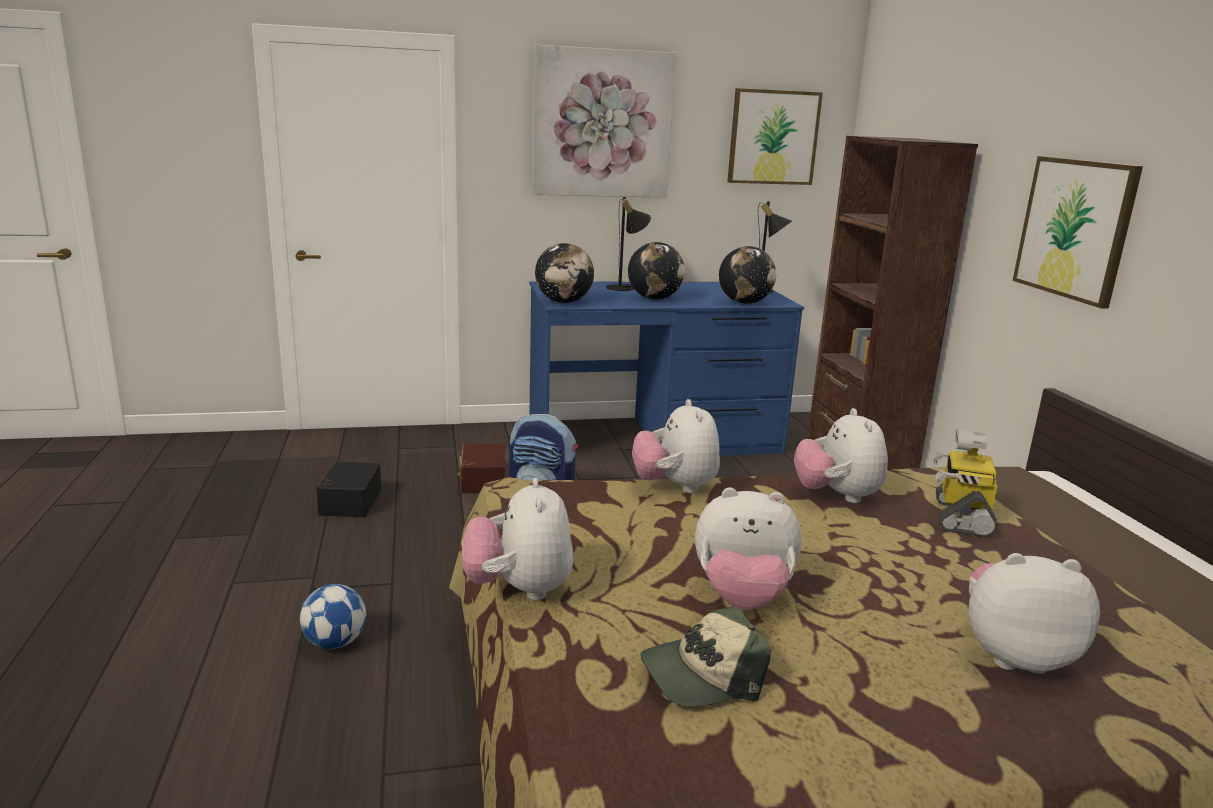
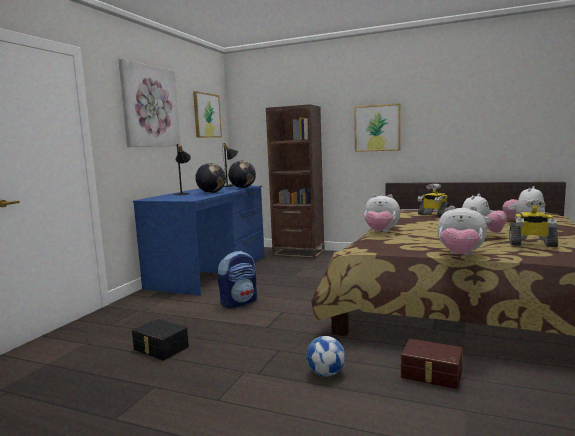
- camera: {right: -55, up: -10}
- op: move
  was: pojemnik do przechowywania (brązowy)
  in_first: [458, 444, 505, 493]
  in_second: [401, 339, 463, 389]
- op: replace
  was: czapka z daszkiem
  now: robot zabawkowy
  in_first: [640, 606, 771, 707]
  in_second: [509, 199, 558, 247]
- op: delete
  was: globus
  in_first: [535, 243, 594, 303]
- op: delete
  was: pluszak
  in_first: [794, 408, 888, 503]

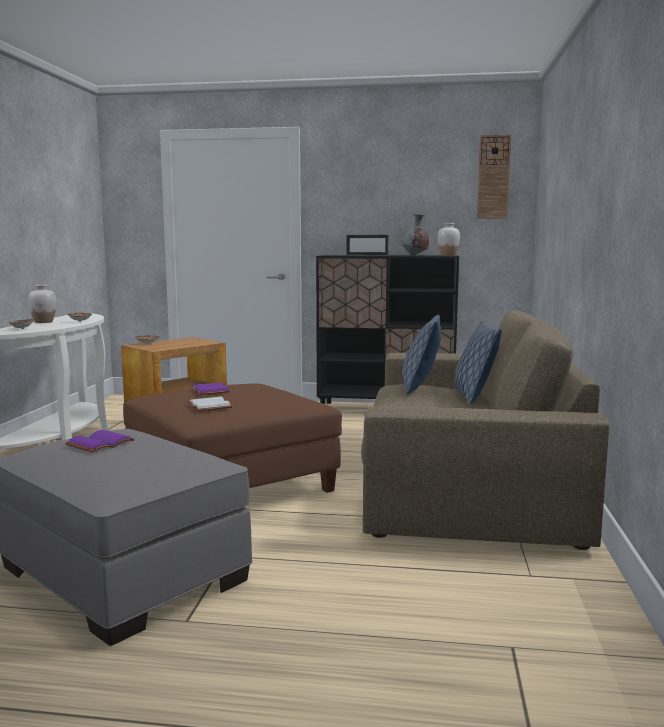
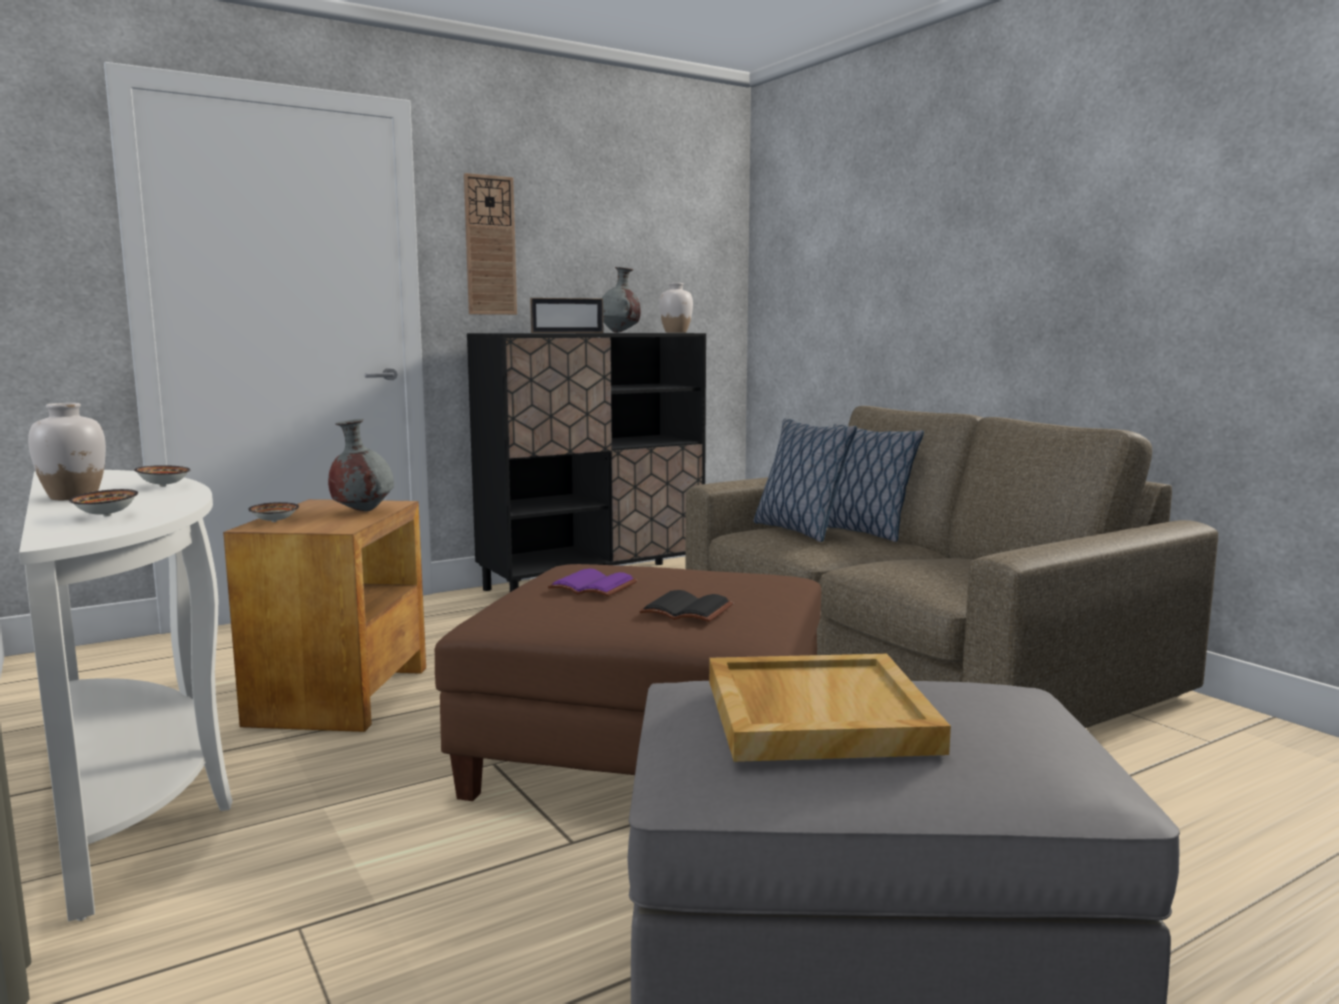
- camera: {right: -40, up: 0}
- op: insert
  now: wazon (szary)
  in_second: [328, 419, 394, 511]
- op: move
  was: zegar ścienny
  in_first: [477, 134, 512, 219]
  in_second: [464, 173, 517, 315]
- op: recolor
  was: książka (biały)
  now: książka (czarny)
  in_first: [188, 397, 232, 411]
  in_second: [639, 590, 733, 622]
- op: replace
  was: książka (fioletowy)
  now: taca (beżowy)
  in_first: [65, 430, 134, 452]
  in_second: [709, 654, 951, 762]

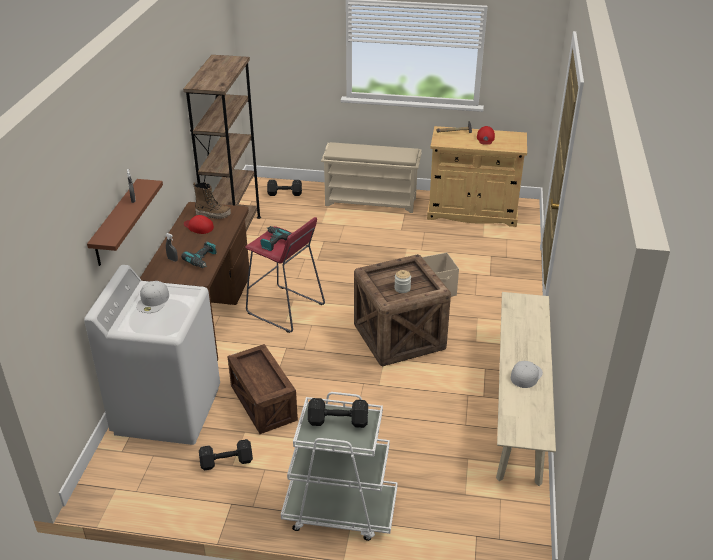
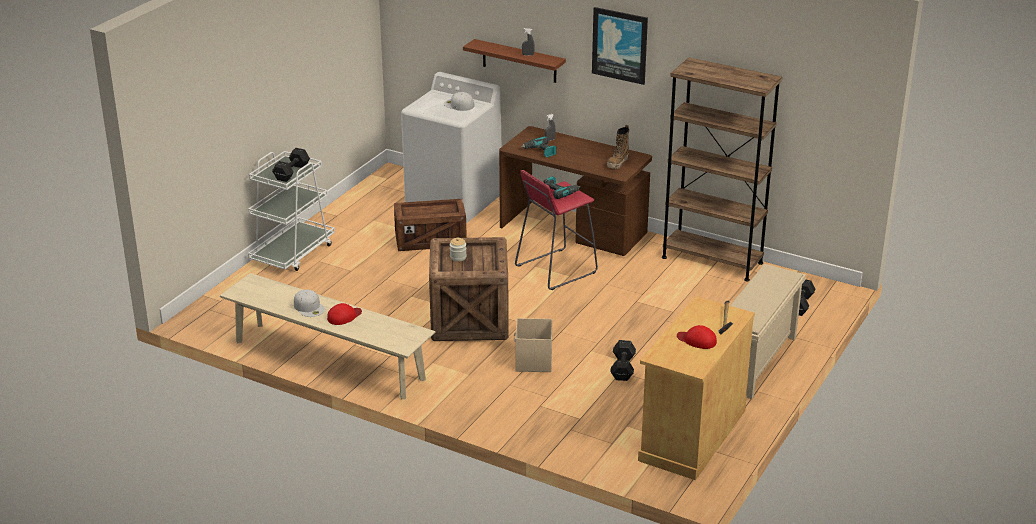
- camera: {right: 110, up: -5}
- op: move
  was: czapka z daszkiem (czerwony)
  in_first: [184, 215, 214, 234]
  in_second: [327, 303, 362, 325]
- op: insert
  now: obraz
  in_second: [592, 7, 648, 85]
- op: move
  was: hantel (czarny)
  in_first: [199, 439, 253, 471]
  in_second: [610, 340, 636, 381]

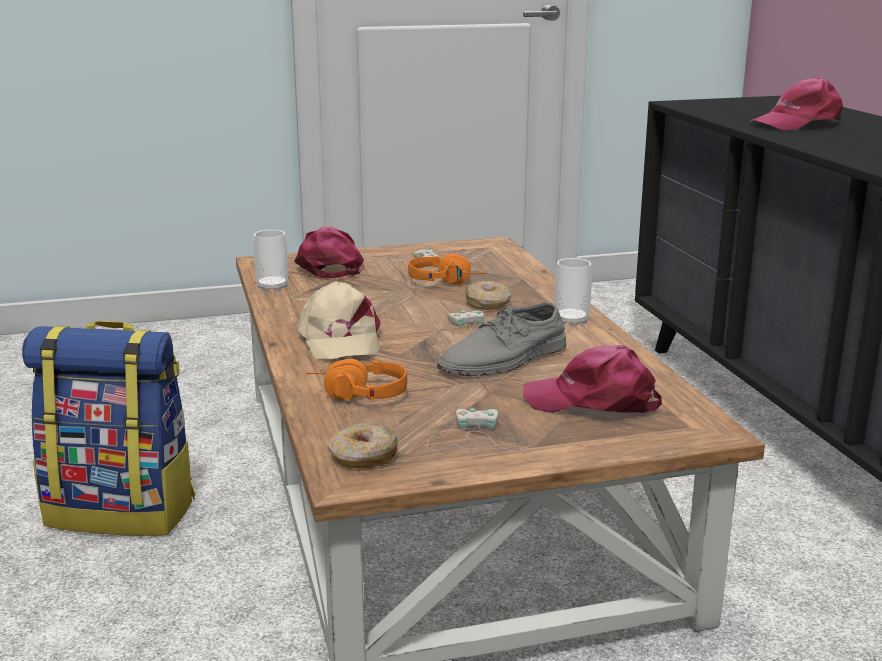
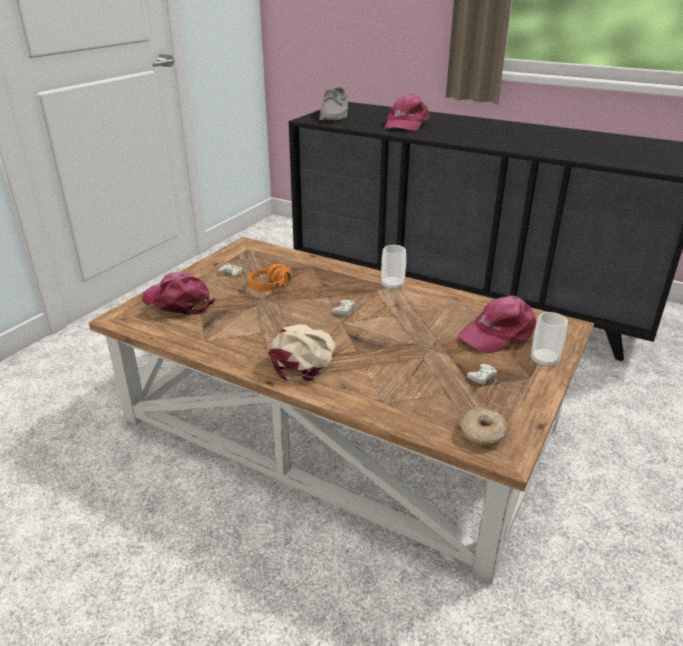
- camera: {right: -45, up: 10}
- op: rotate
  was: czapka z daszkiem (beżowy)
  in_first: [297, 282, 380, 360]
  in_second: [269, 324, 335, 382]
  clockwise: -105
- op: move
  was: but (szary)
  in_first: [437, 302, 566, 376]
  in_second: [319, 87, 348, 121]
- op: move
  was: filiżanka
  in_first: [253, 230, 288, 292]
  in_second: [531, 312, 568, 368]
- op: delete
  was: plecak
  in_first: [22, 321, 195, 536]
- op: delete
  was: słuchawki (pomarańczowy)
  in_first: [306, 359, 407, 400]
- op: delete
  was: donut
  in_first: [465, 281, 511, 310]

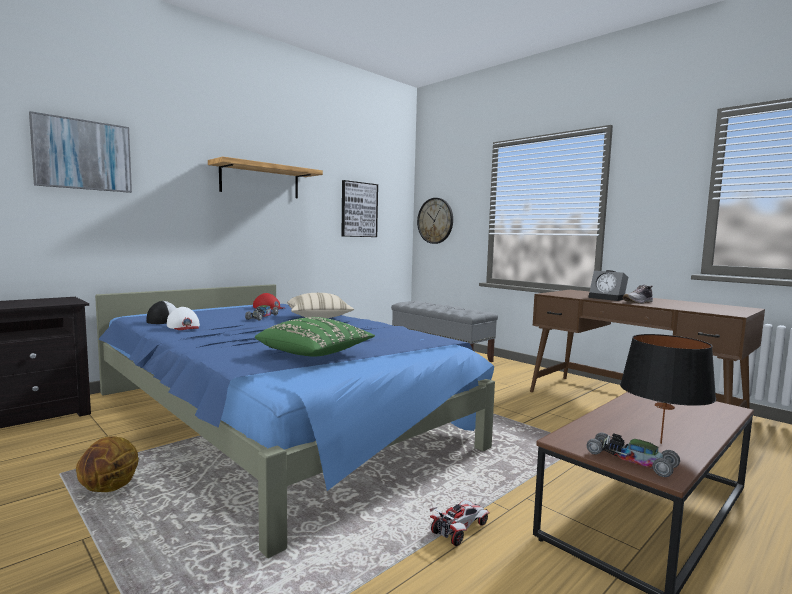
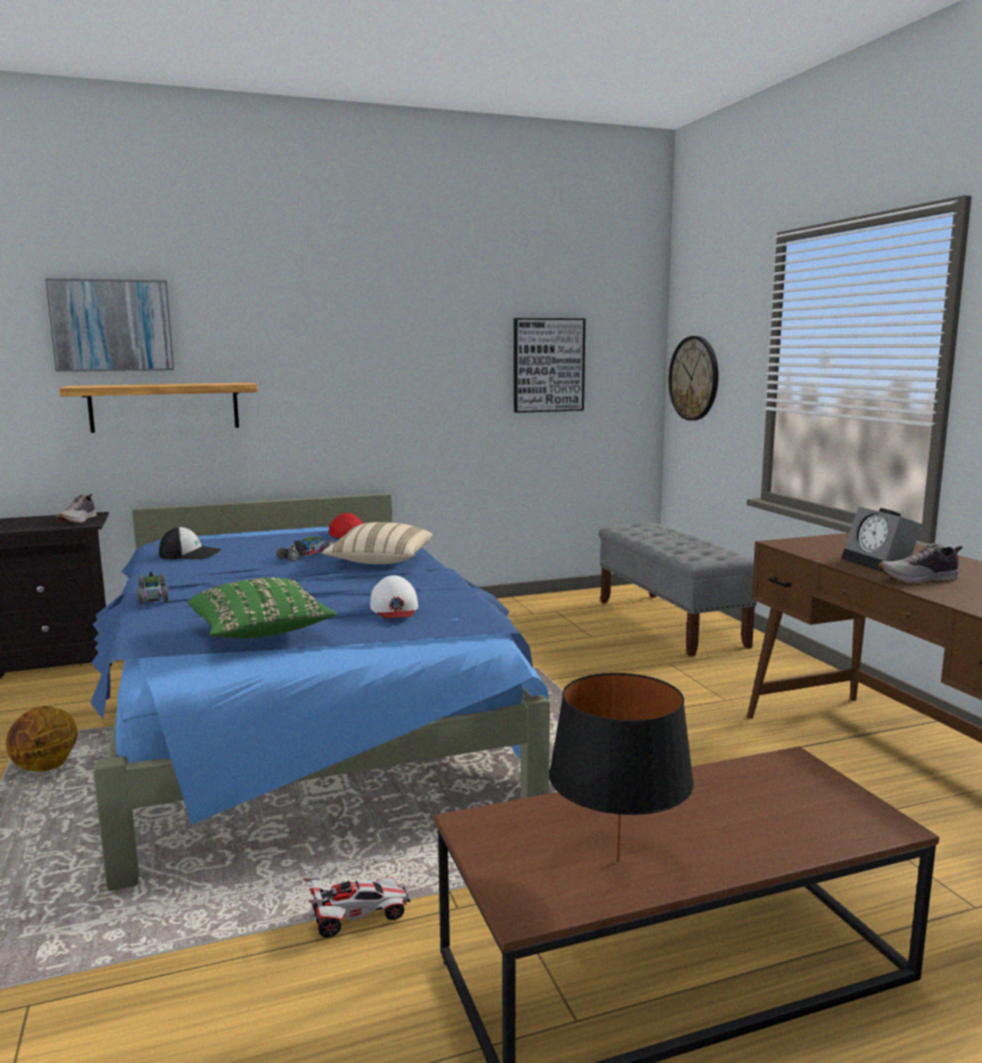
- camera: {right: 25, up: 5}
- op: insert
  now: but
  in_second: [56, 494, 97, 523]
- op: move
  was: półka
  in_first: [208, 157, 323, 198]
  in_second: [59, 382, 258, 433]
- op: move
  was: samochodzik
  in_first: [587, 432, 680, 477]
  in_second: [137, 572, 169, 604]
- op: move
  was: czapka z daszkiem (biały)
  in_first: [167, 307, 200, 330]
  in_second: [370, 575, 418, 618]

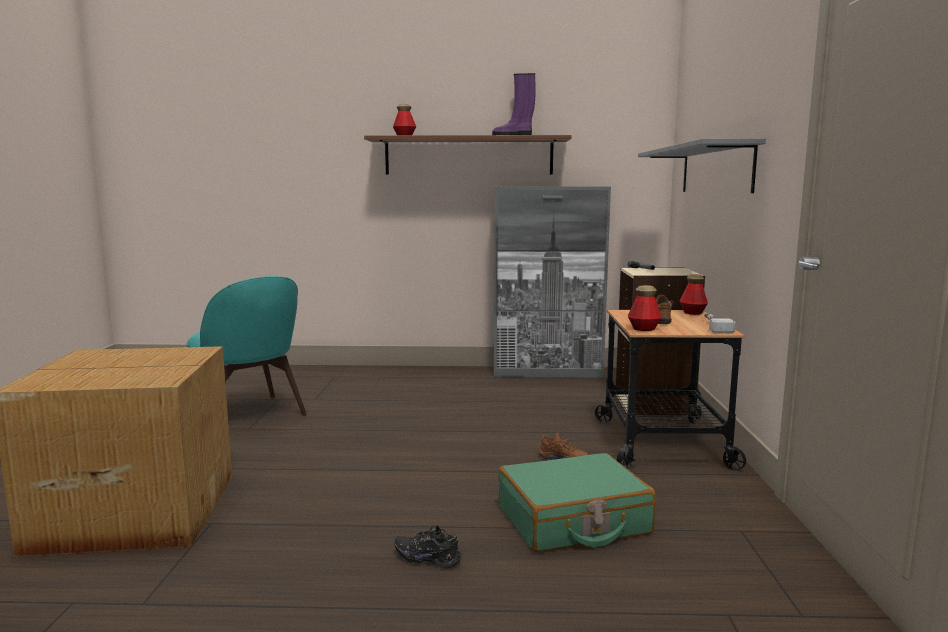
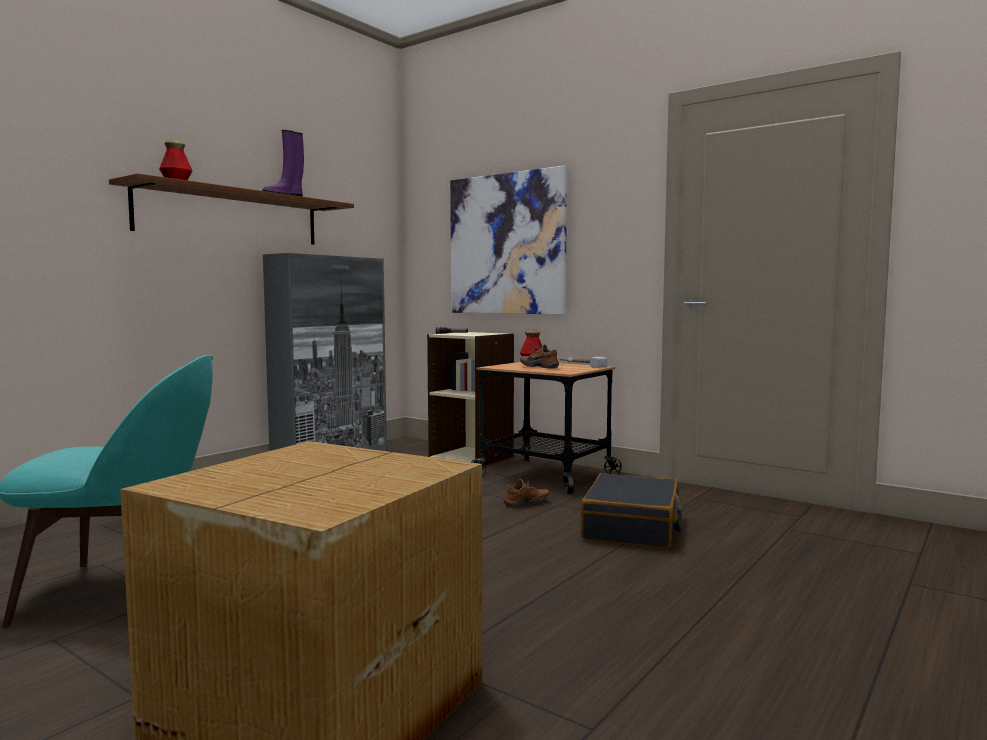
- camera: {right: -55, up: -5}
- op: replace
  was: półka (szary)
  now: obraz
  in_first: [638, 138, 766, 193]
  in_second: [450, 166, 567, 315]
- op: recolor
  was: walizka (zielony)
  now: walizka (czarny)
  in_first: [498, 453, 656, 552]
  in_second: [580, 473, 683, 549]
- op: delete
  was: but (czarny)
  in_first: [395, 525, 462, 568]
- op: delete
  was: butelka
  in_first: [628, 285, 662, 331]

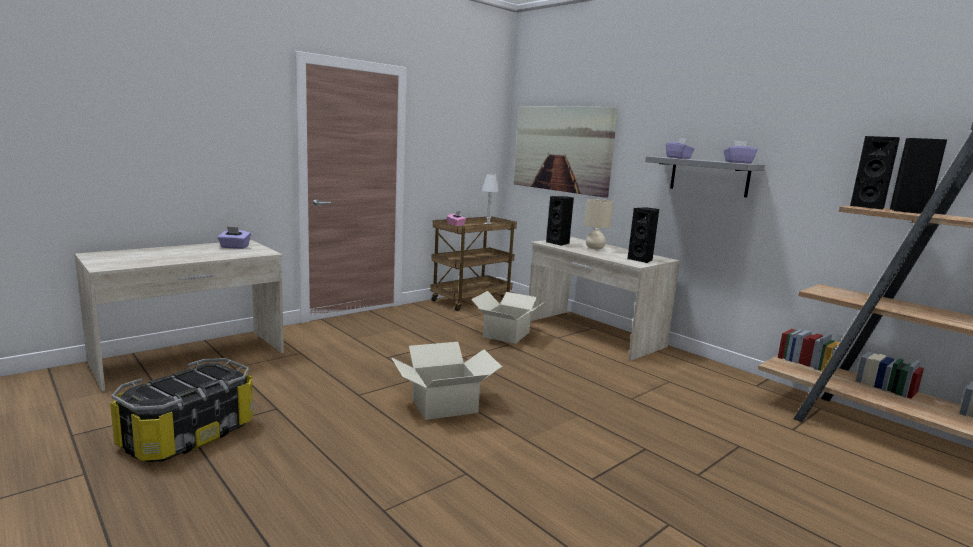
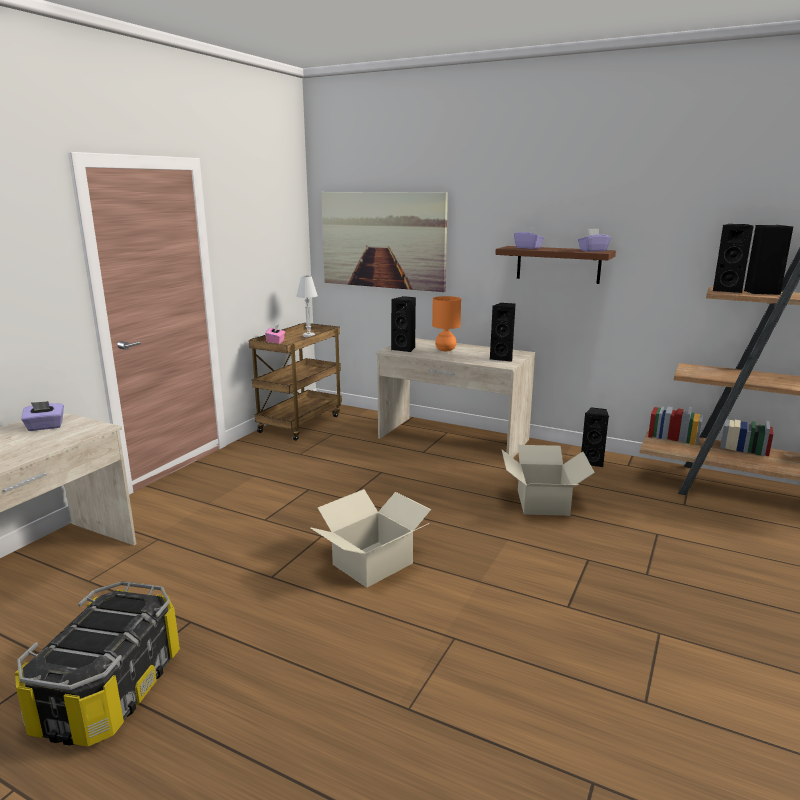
- camera: {right: -20, up: 5}
- op: recolor
  was: lampa stołowa (beżowy)
  now: lampa stołowa (pomarańczowy)
  in_first: [584, 199, 613, 249]
  in_second: [432, 296, 461, 351]
- op: recolor
  was: półka (szary)
  now: półka (brązowy)
  in_first: [645, 156, 765, 198]
  in_second: [495, 246, 616, 284]
- op: move
  was: karton
  in_first: [472, 291, 546, 344]
  in_second: [502, 445, 595, 516]
- op: insert
  now: głośnik (czarny)
  in_second: [581, 407, 609, 467]

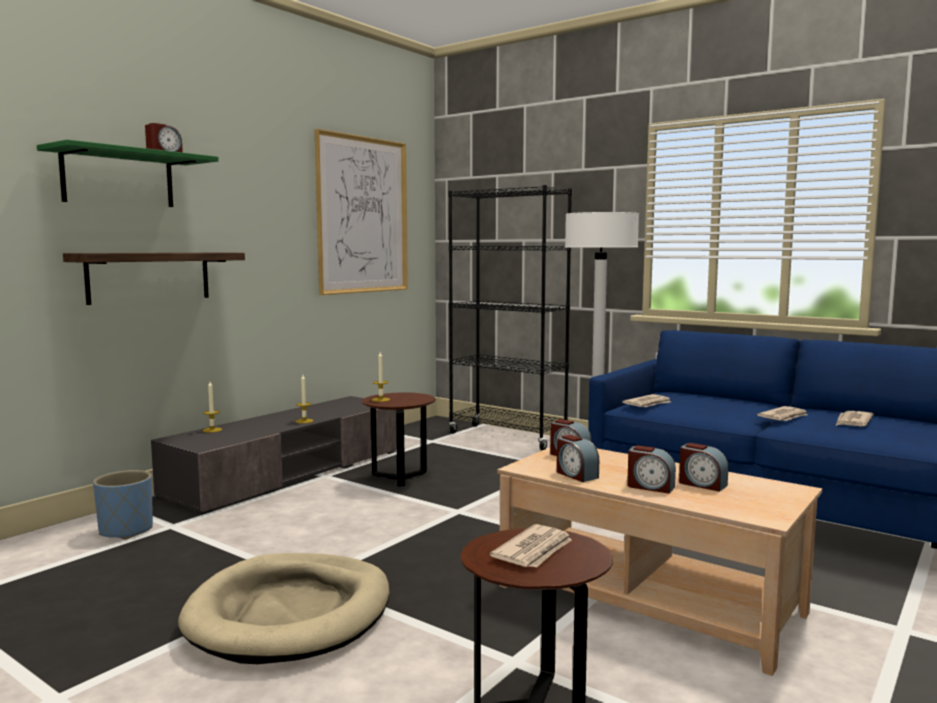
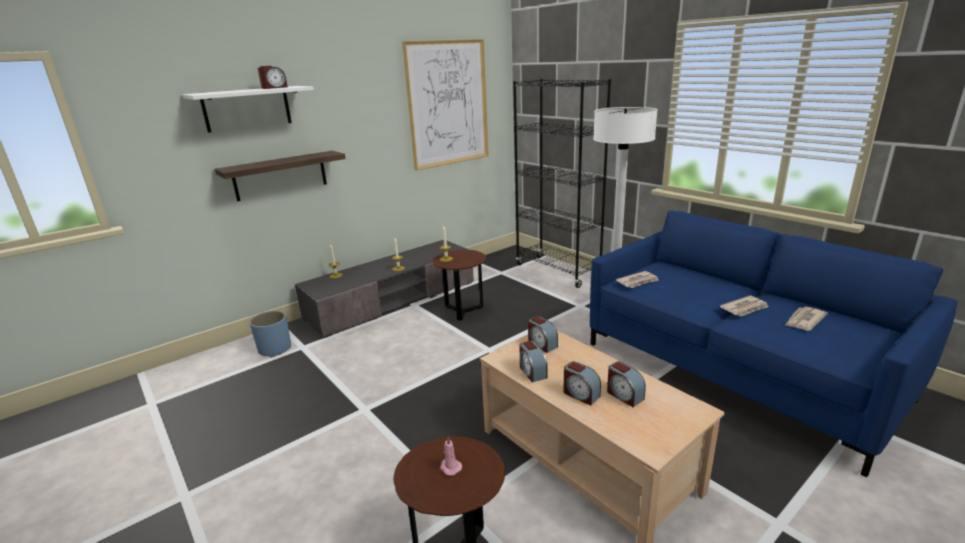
- camera: {right: 15, up: 15}
- op: recolor
  was: półka (zielony)
  now: półka (biały)
  in_first: [37, 139, 219, 207]
  in_second: [182, 86, 314, 133]
- op: replace
  was: gazeta
  now: świeca (różowy)
  in_first: [490, 524, 572, 568]
  in_second: [440, 437, 462, 476]
- op: delete
  was: legowisko (beżowy)
  in_first: [178, 553, 389, 664]

